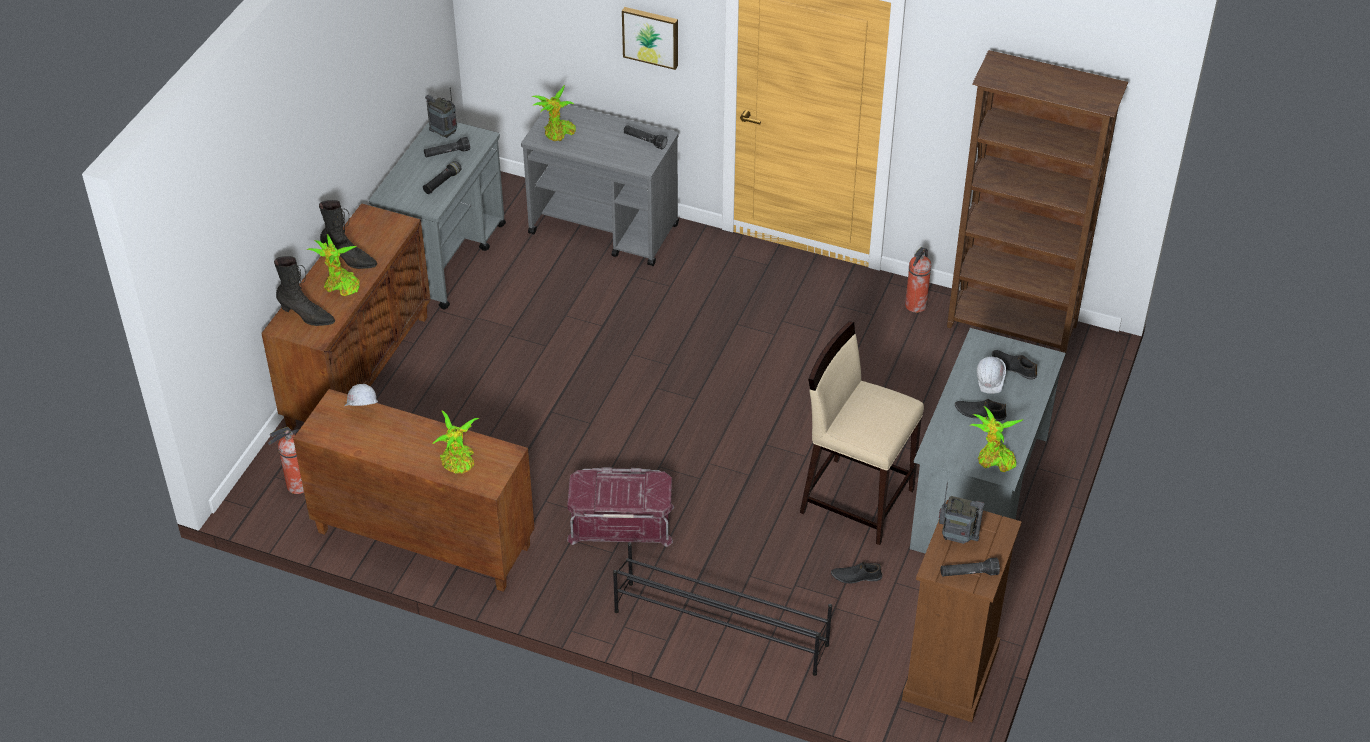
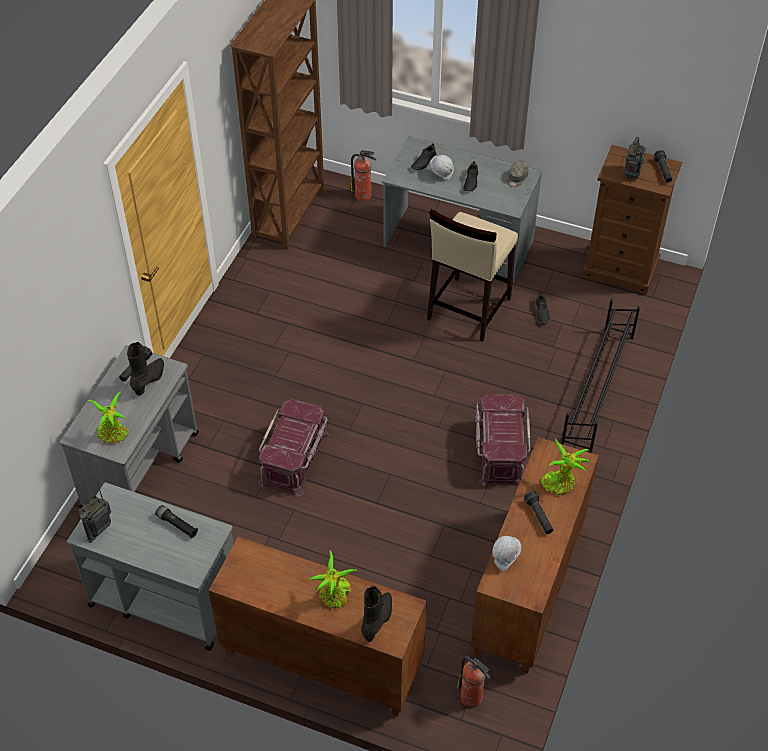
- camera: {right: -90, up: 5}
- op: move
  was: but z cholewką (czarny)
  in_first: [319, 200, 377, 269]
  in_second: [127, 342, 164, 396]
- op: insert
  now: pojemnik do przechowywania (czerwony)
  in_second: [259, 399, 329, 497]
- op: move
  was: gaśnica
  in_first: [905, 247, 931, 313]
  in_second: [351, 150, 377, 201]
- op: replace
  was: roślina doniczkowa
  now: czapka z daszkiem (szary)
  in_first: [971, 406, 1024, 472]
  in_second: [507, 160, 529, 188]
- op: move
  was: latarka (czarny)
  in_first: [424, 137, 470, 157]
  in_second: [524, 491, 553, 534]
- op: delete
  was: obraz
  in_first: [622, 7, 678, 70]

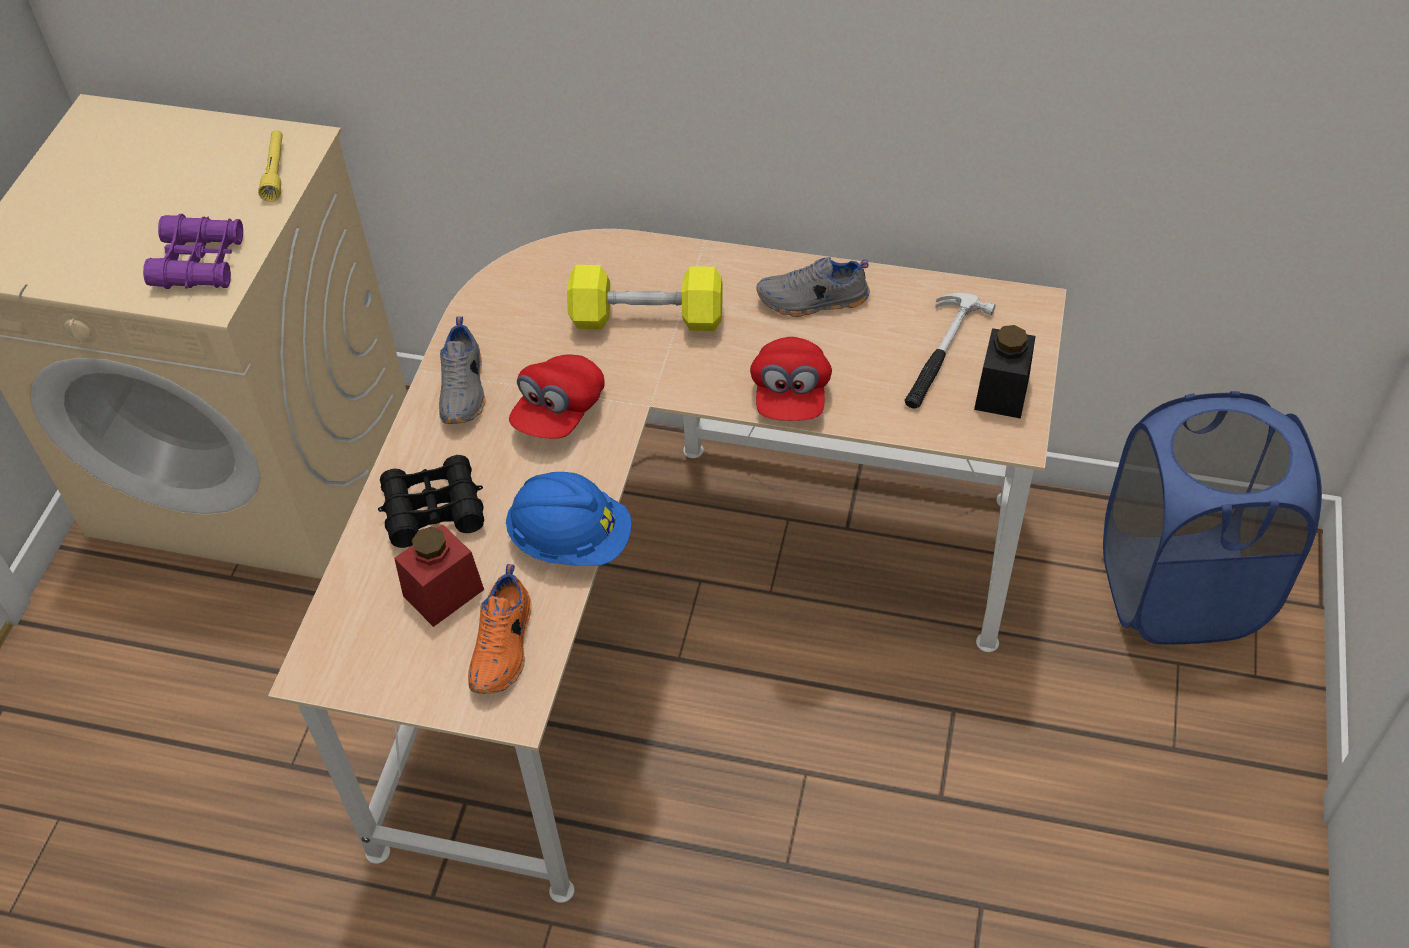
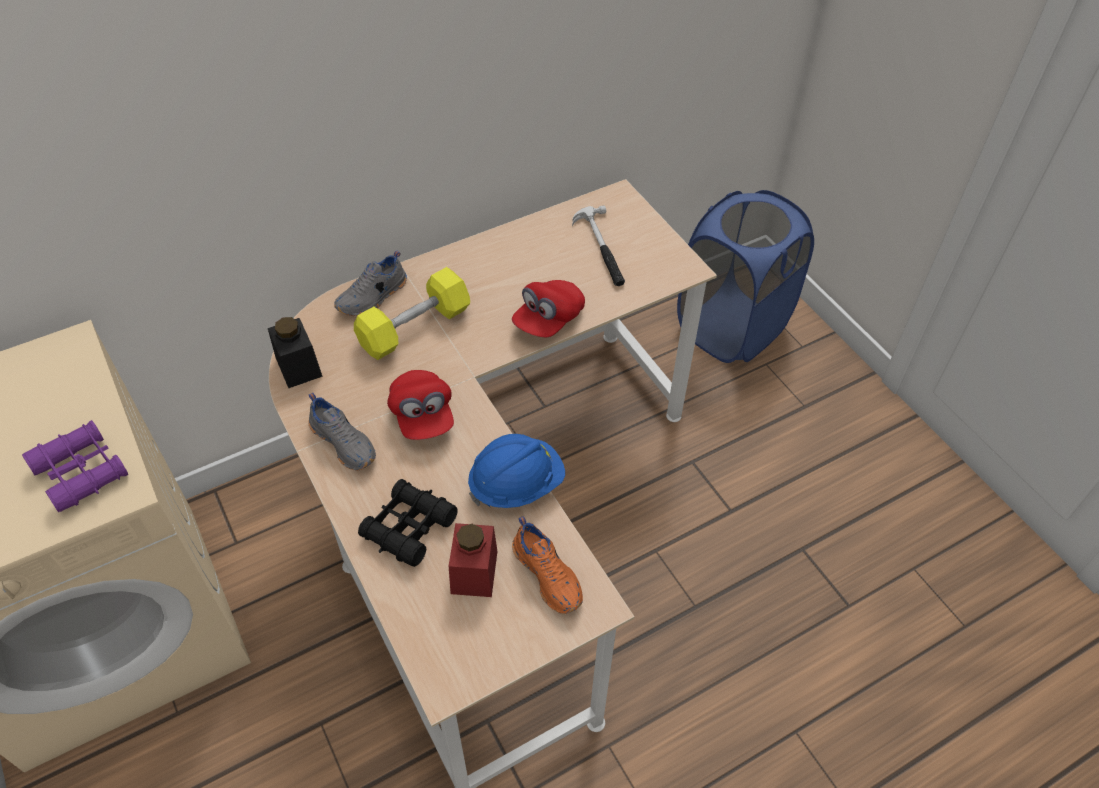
- camera: {right: -45, up: 0}
- op: move
  was: słoik (czarny)
  in_first: [974, 325, 1035, 419]
  in_second: [268, 317, 323, 388]
- op: move
  was: but (szary)
  in_first: [756, 257, 870, 317]
  in_second: [334, 251, 407, 316]
- op: rotate
  was: czapka z daszkiem (czerwony)
  in_first: [750, 337, 832, 421]
  in_second: [512, 280, 585, 337]
  clockwise: 75
- op: delete
  was: latarka (żółty)
  in_first: [258, 130, 283, 202]

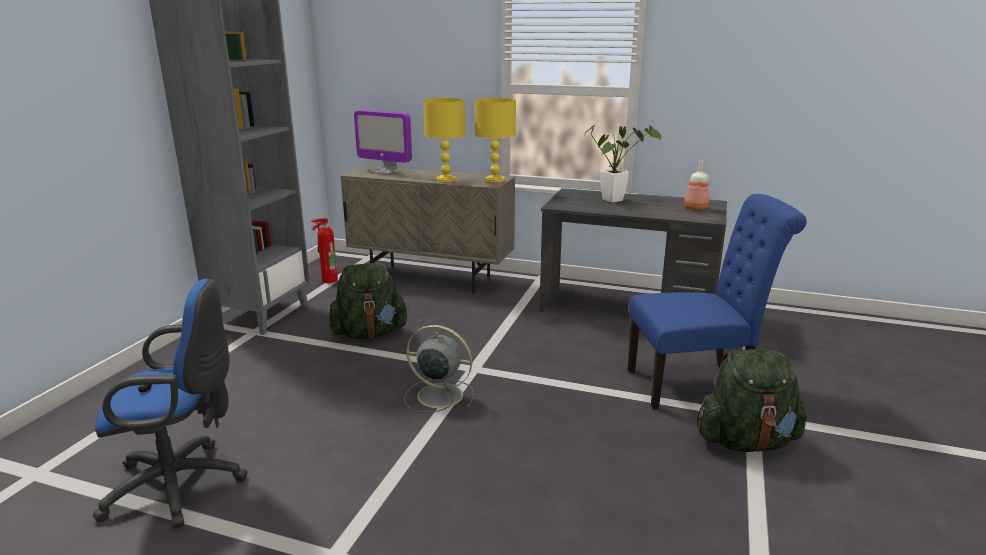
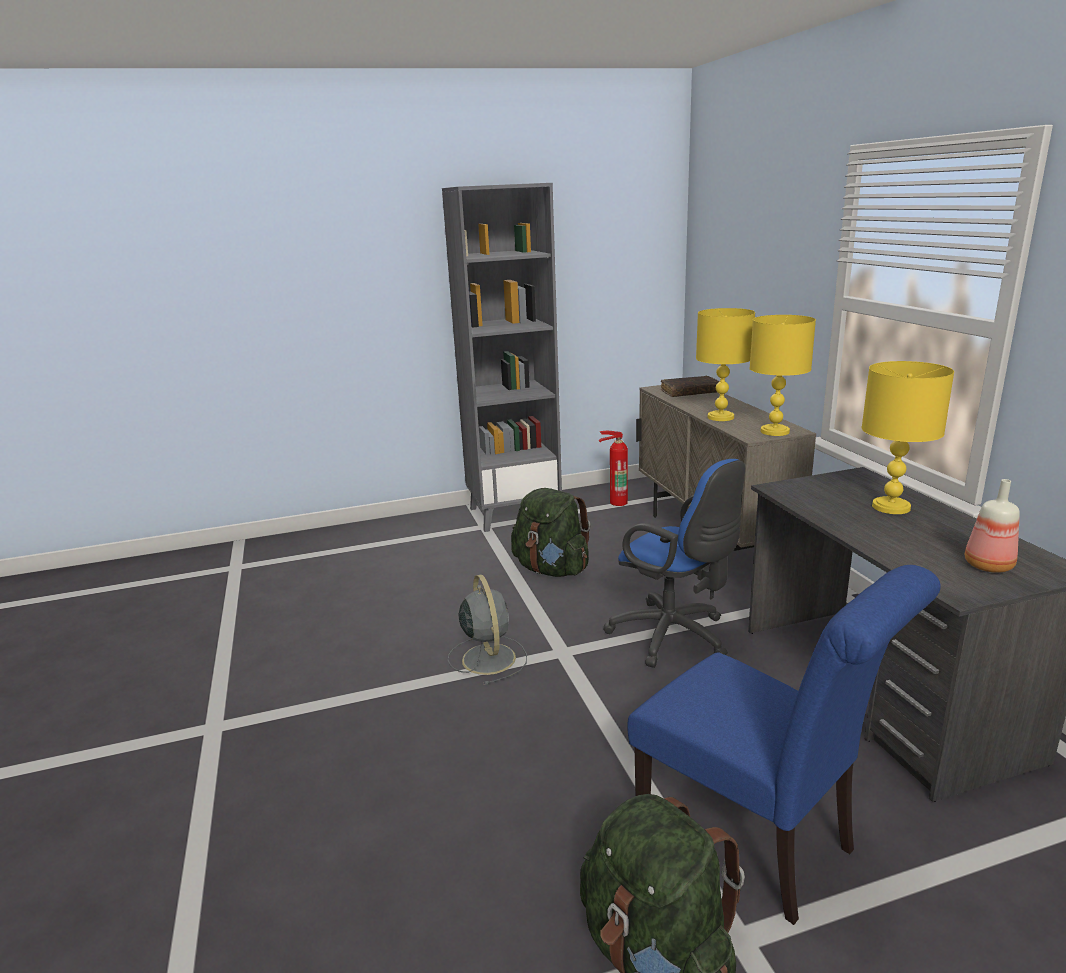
- camera: {right: 55, up: 0}
- op: move
  was: krzesło biurowe (niebieski)
  in_first: [93, 279, 248, 529]
  in_second: [604, 459, 745, 668]
- op: replace
  was: monitor
  now: książka (brązowy)
  in_first: [354, 110, 412, 174]
  in_second: [661, 376, 719, 397]
- op: replace
  was: roślina doniczkowa
  now: lampa stołowa (żółty)
  in_first: [584, 125, 662, 203]
  in_second: [861, 361, 954, 514]

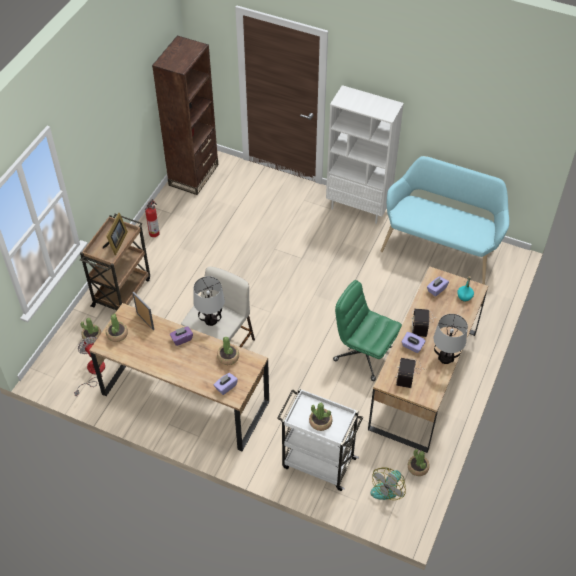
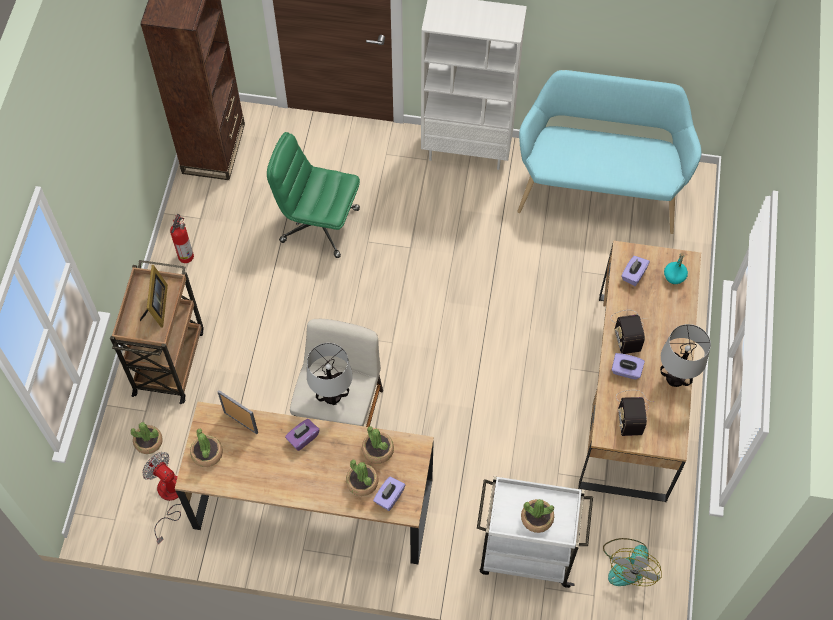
- camera: {right: -15, up: 10}
- op: move
  was: krzesło biurowe (zielony)
  in_first: [333, 280, 402, 381]
  in_second: [267, 132, 360, 258]
- op: move
  was: roślina doniczkowa
  in_first: [408, 449, 430, 476]
  in_second: [346, 459, 379, 496]

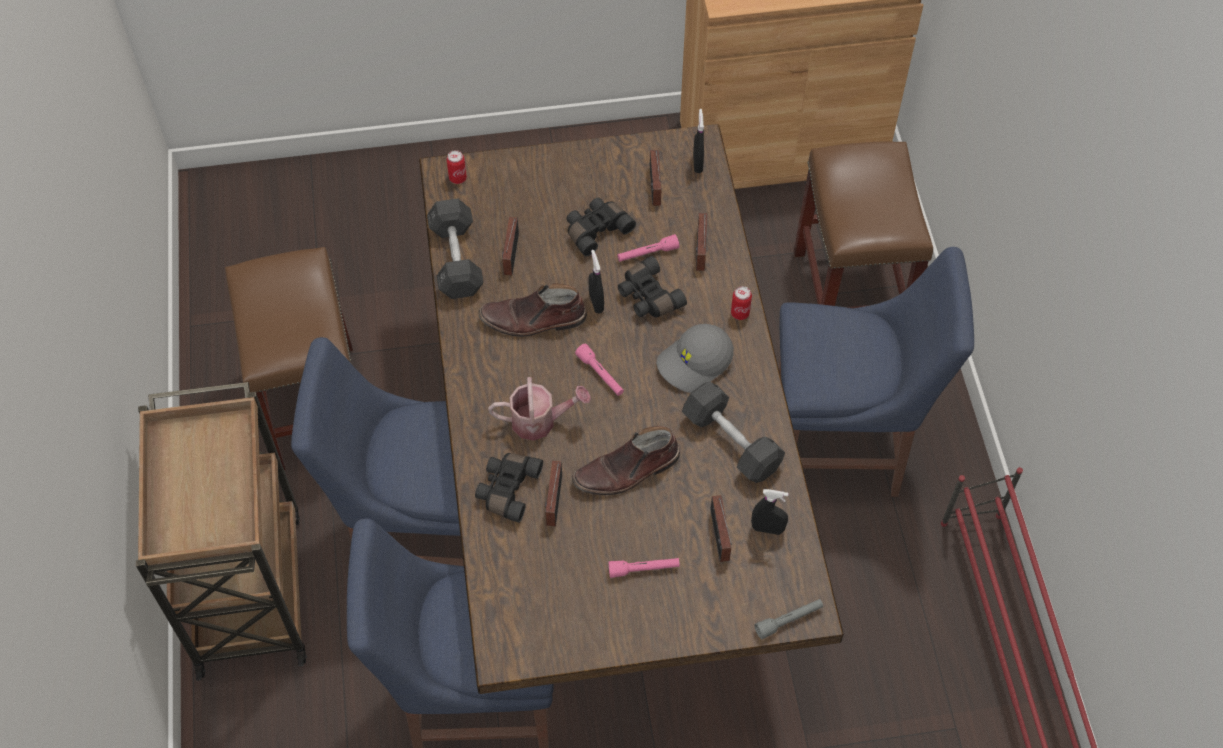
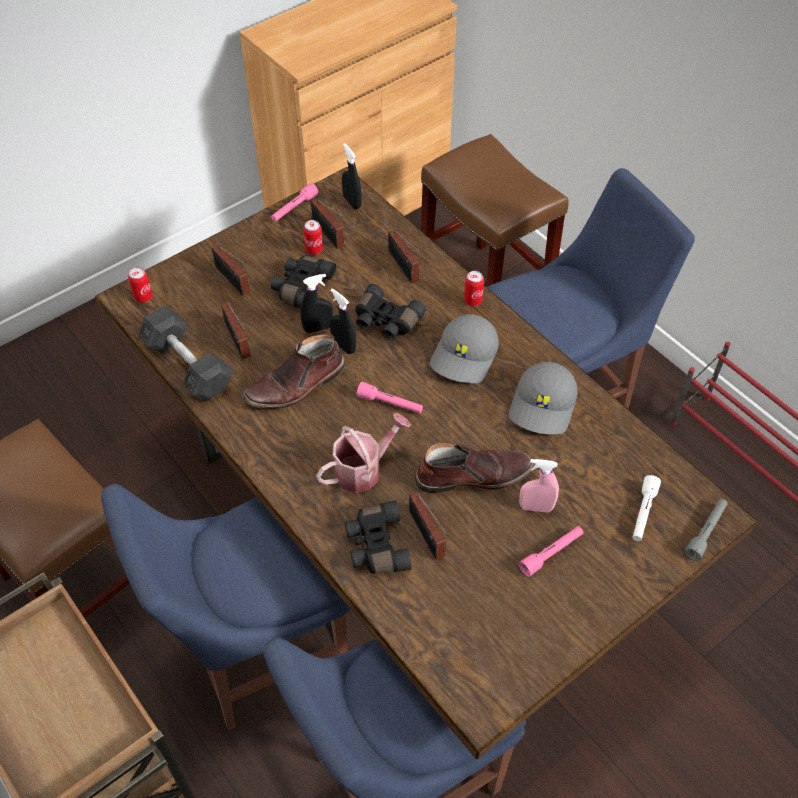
- camera: {right: -30, up: -5}
- op: move
  was: radio
  in_first: [710, 495, 732, 562]
  in_second: [212, 245, 250, 296]
- op: move
  was: latarka (różowy)
  in_first: [618, 234, 679, 262]
  in_second: [271, 183, 318, 222]
- op: move
  was: spryskiwacz (czarny)
  in_first: [751, 489, 789, 535]
  in_second: [300, 274, 333, 333]
- op: insert
  now: puszka
  in_second: [303, 220, 323, 255]
- op: rotate
  was: but z cholewką (brązowy)
  in_first: [572, 426, 680, 495]
  in_second: [415, 442, 534, 493]
  clockwise: -135
- op: replace
  was: hantel (szary)
  now: czapka z daszkiem (szary)
  in_first: [682, 381, 785, 483]
  in_second: [509, 362, 578, 434]
- op: insert
  now: spryskiwacz (różowy)
  in_second: [519, 459, 559, 513]
- op: insert
  now: latarka (biały)
  in_second: [632, 475, 661, 541]

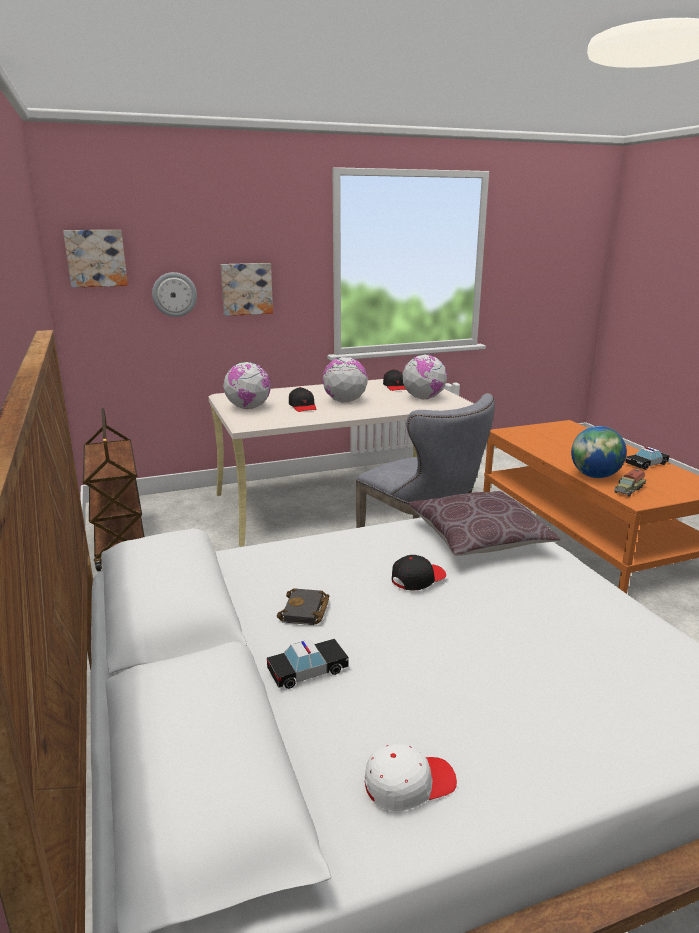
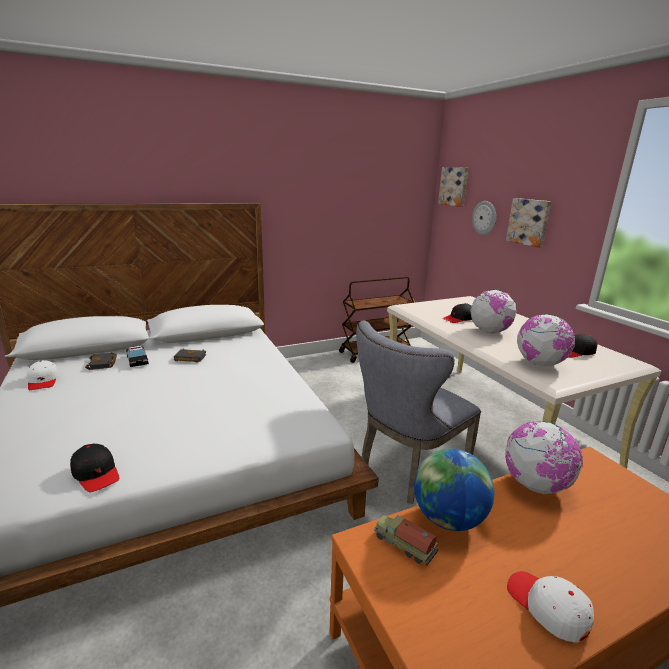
- camera: {right: 85, up: 0}
- op: move
  was: czapka z daszkiem (czarny)
  in_first: [392, 555, 446, 591]
  in_second: [70, 444, 119, 492]
- op: insert
  now: książka (czarny)
  in_second: [85, 352, 117, 370]
- op: move
  was: globus
  in_first: [223, 362, 271, 409]
  in_second: [505, 421, 583, 494]
- op: replace
  was: samochodzik
  now: czapka z daszkiem (biały)
  in_first: [625, 447, 670, 470]
  in_second: [507, 571, 594, 642]
- op: delete
  was: poduszka (brązowy)
  in_first: [409, 491, 561, 556]

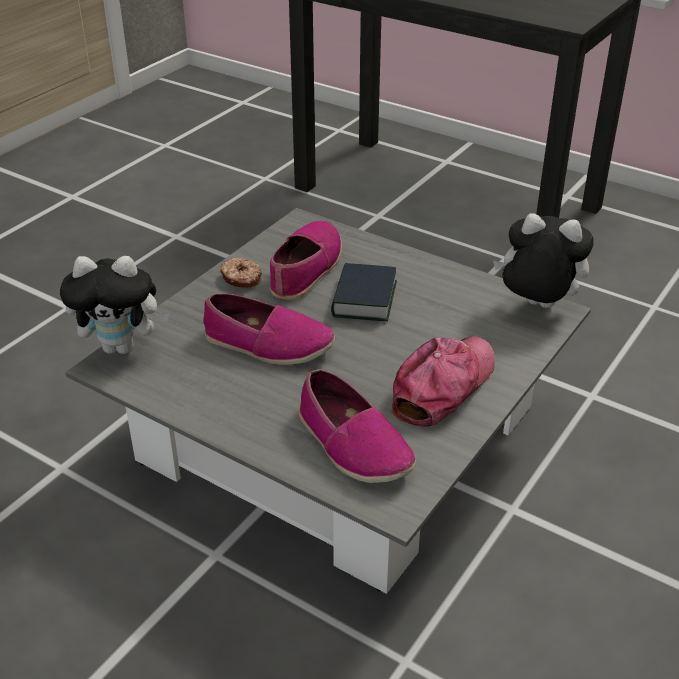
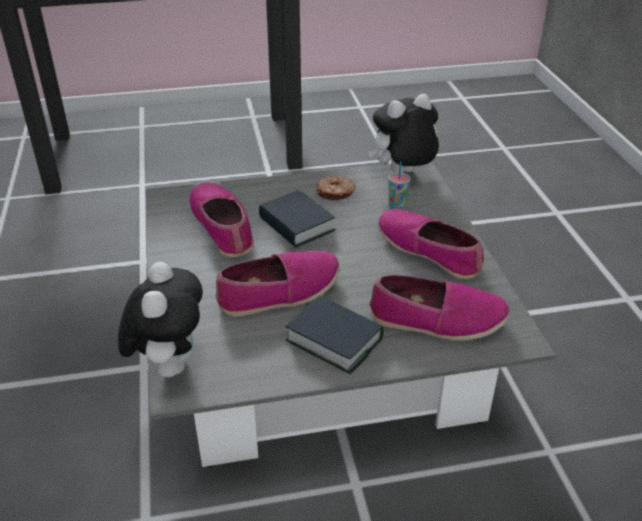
- camera: {right: -45, up: 0}
- op: rotate
  was: pluszak
  in_first: [60, 256, 169, 354]
  in_second: [118, 262, 203, 377]
  clockwise: -45
- op: insert
  now: książka
  in_second: [286, 296, 384, 374]
- op: move
  was: donut
  in_first: [220, 258, 262, 288]
  in_second: [316, 176, 356, 200]
- op: replace
  was: czapka z daszkiem
  now: but
  in_first: [391, 336, 495, 426]
  in_second: [378, 209, 484, 279]
- op: insert
  now: filiżanka
  in_second: [388, 162, 410, 210]

